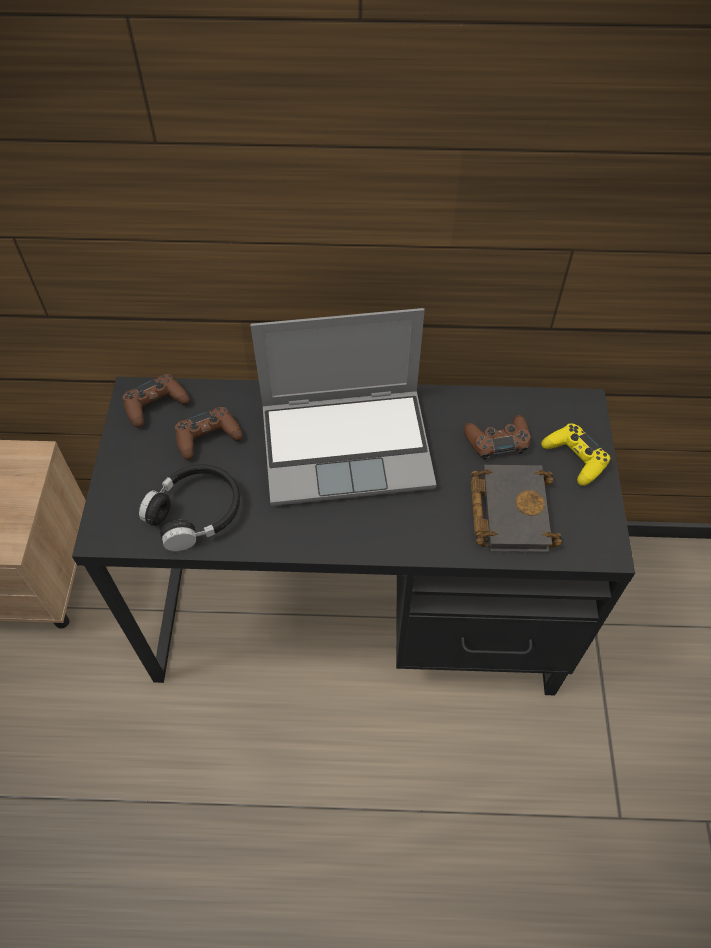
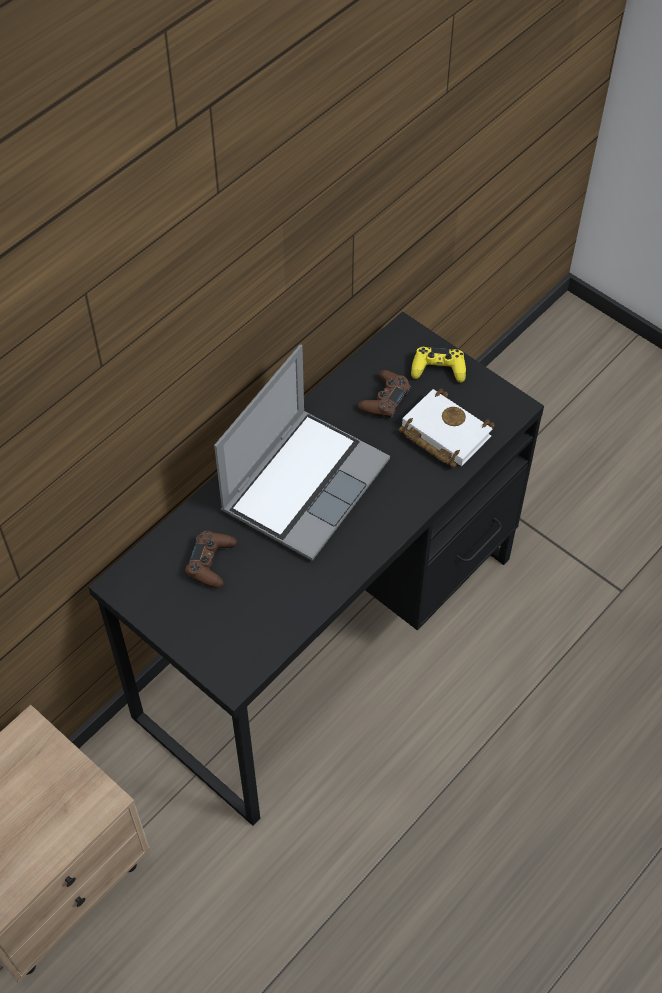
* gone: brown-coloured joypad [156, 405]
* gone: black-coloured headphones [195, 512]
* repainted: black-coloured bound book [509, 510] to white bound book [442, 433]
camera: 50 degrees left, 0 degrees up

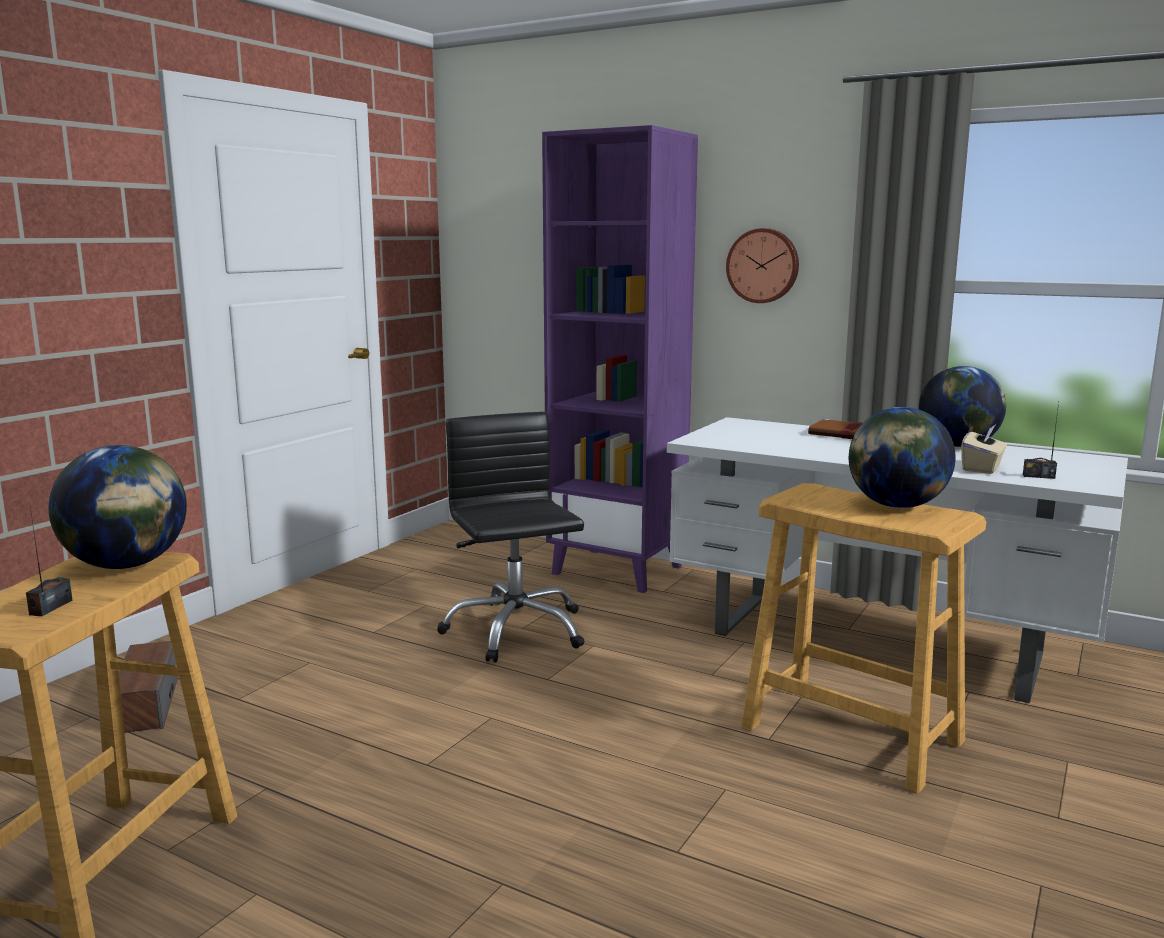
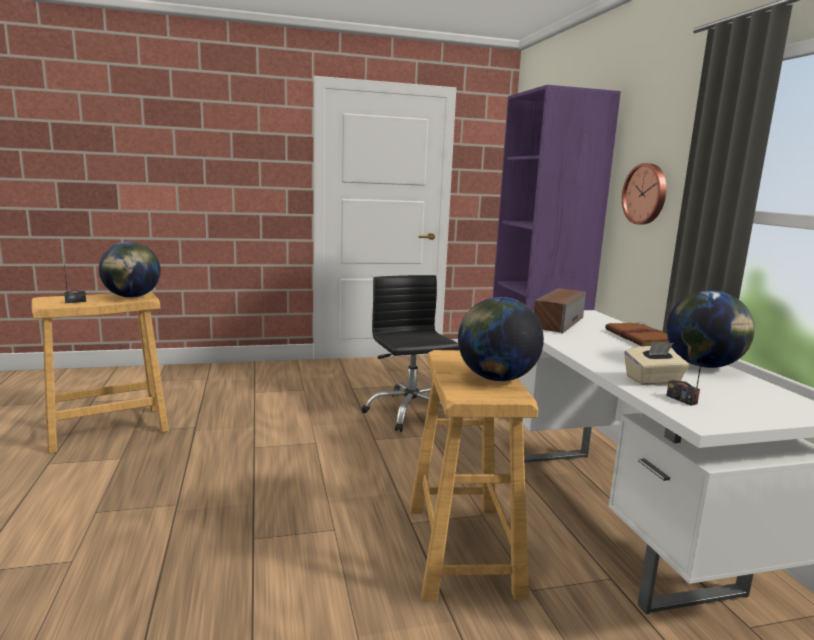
* rotated: black-coloured office chair [515, 630] = [410, 412] 45 degrees counterclockwise
* shifted: audio speaker [147, 703] to [558, 322]
camera: 45 degrees right, 0 degrees up

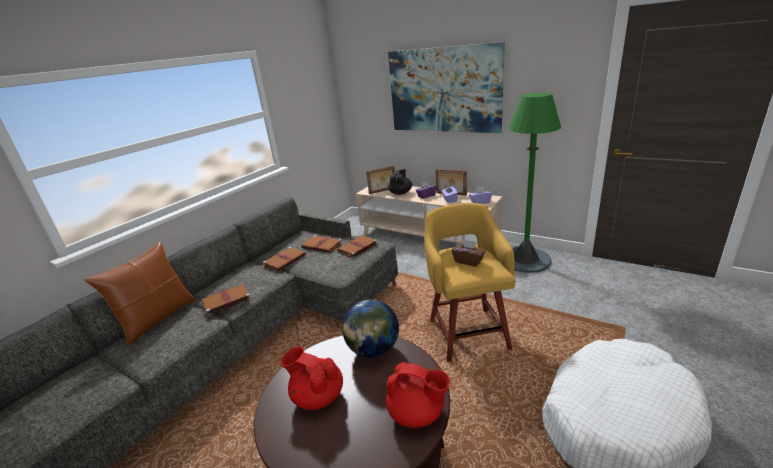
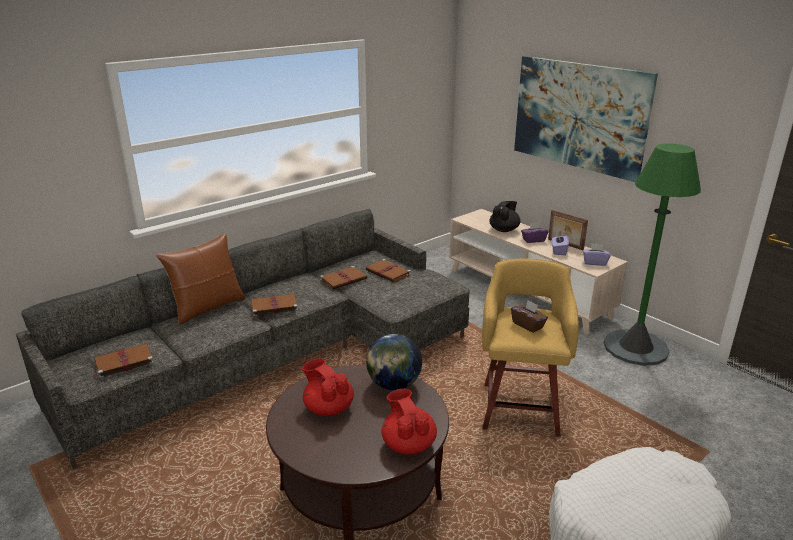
* gone: standing frame [382, 191]
* shifted: brown-coloured bound book [357, 248] to [123, 362]
* rotated: reddish pot for tea [417, 413] = [408, 444] 150 degrees counterclockwise
camera: 15 degrees right, 0 degrees up

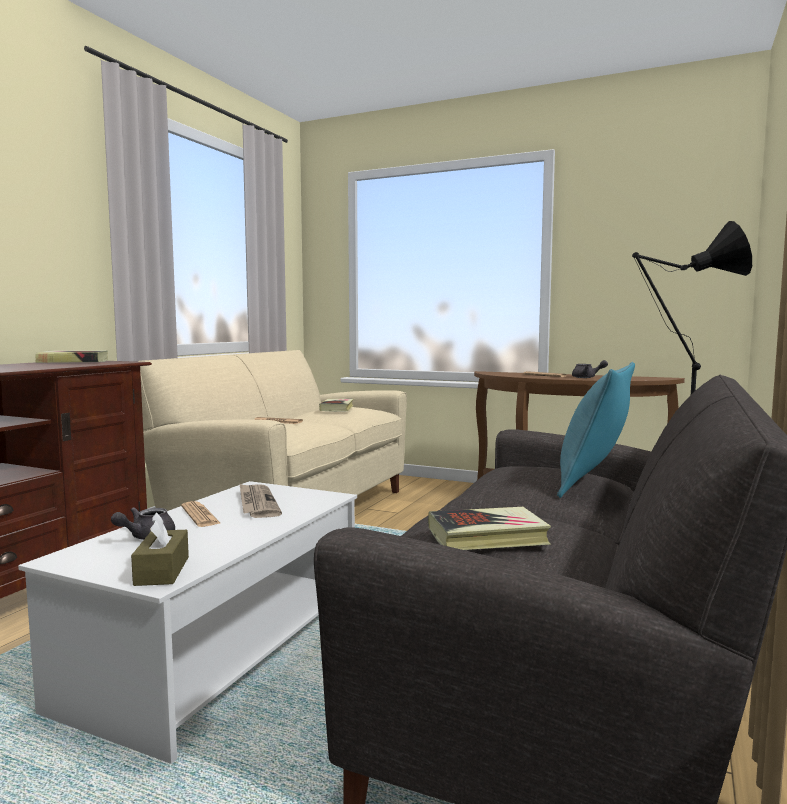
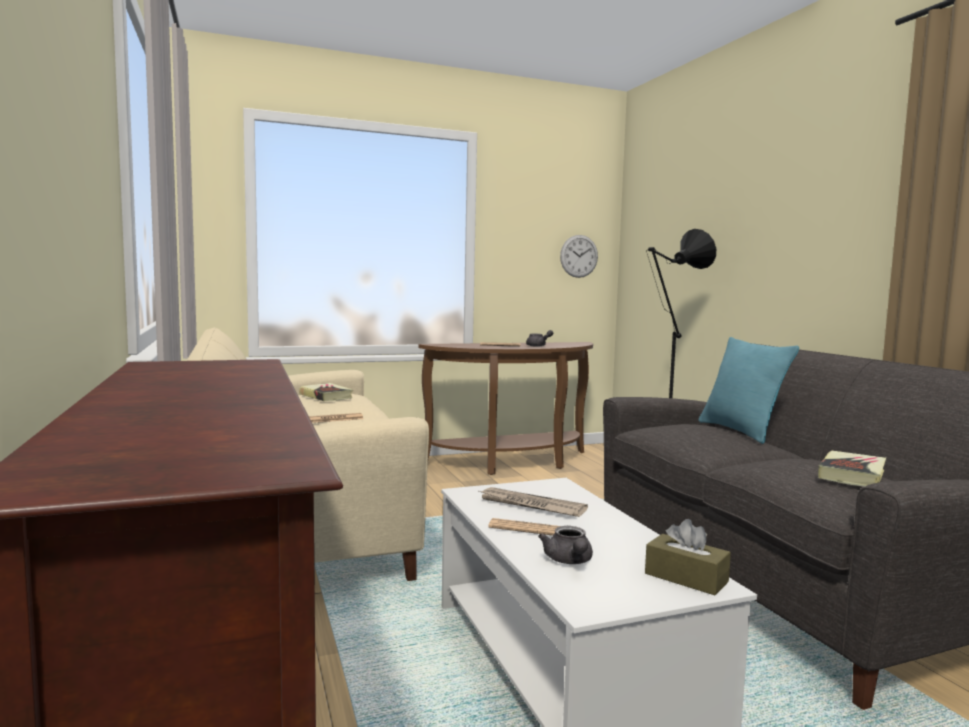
* gone: bound book [73, 362]
* new: wall clock [579, 256]
camera: 45 degrees left, 0 degrees up

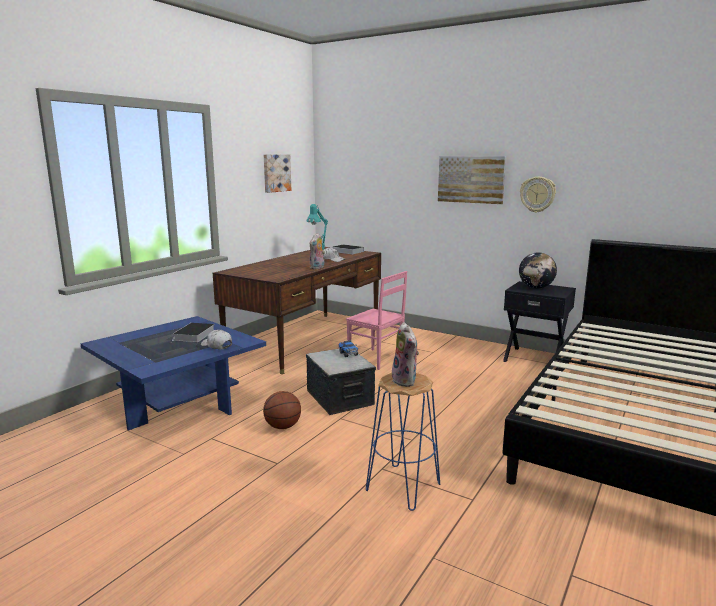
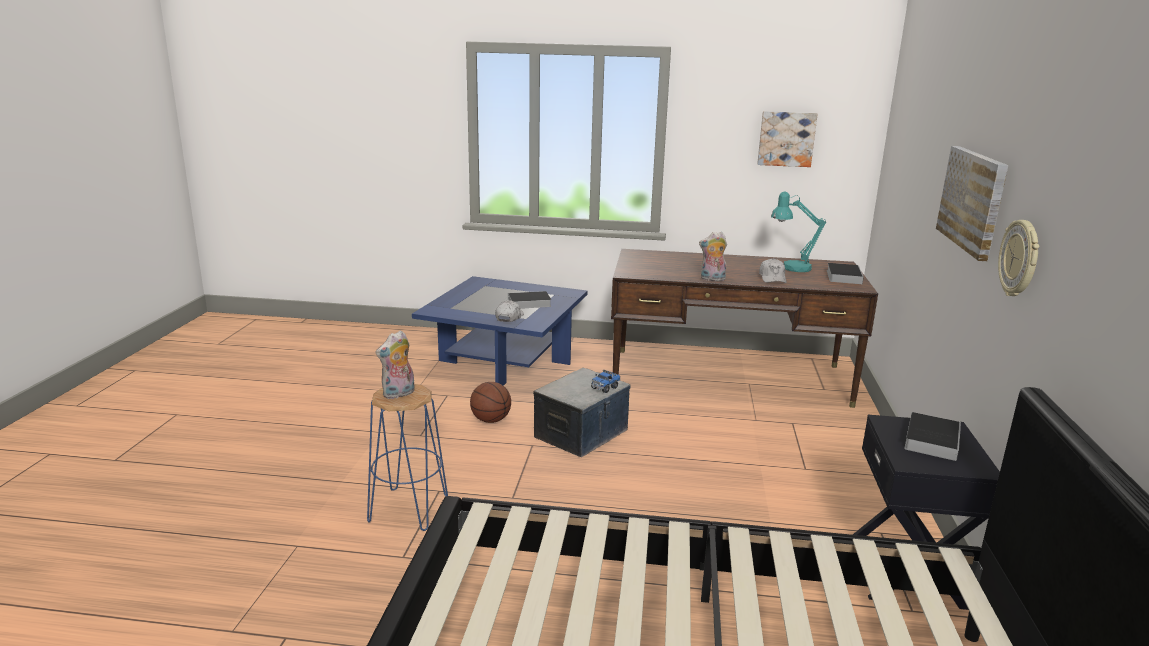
* swapped: globe [536, 288] to bound book [931, 439]
* gone: pink upright chair [376, 359]
camera: 65 degrees right, 5 degrees up

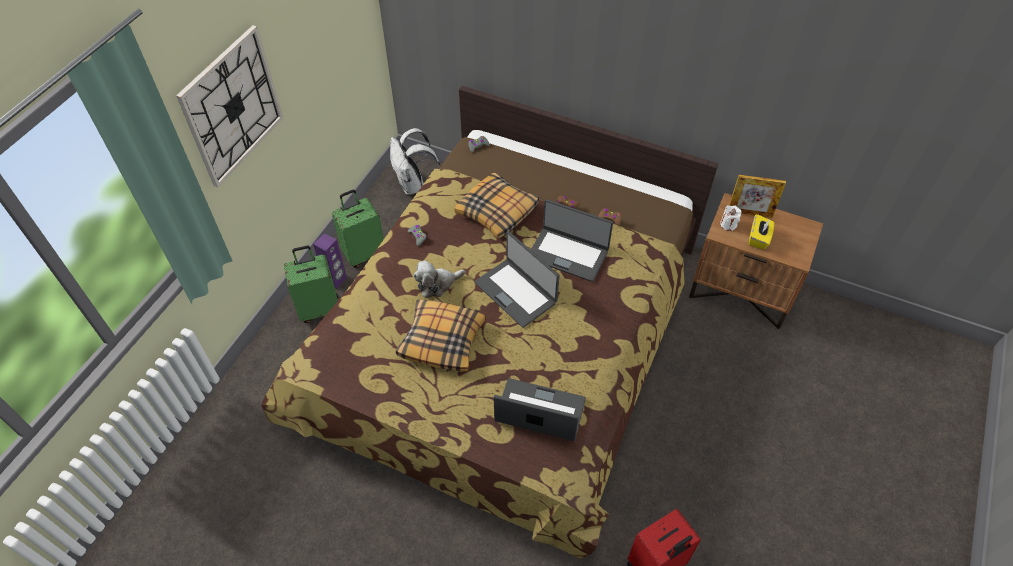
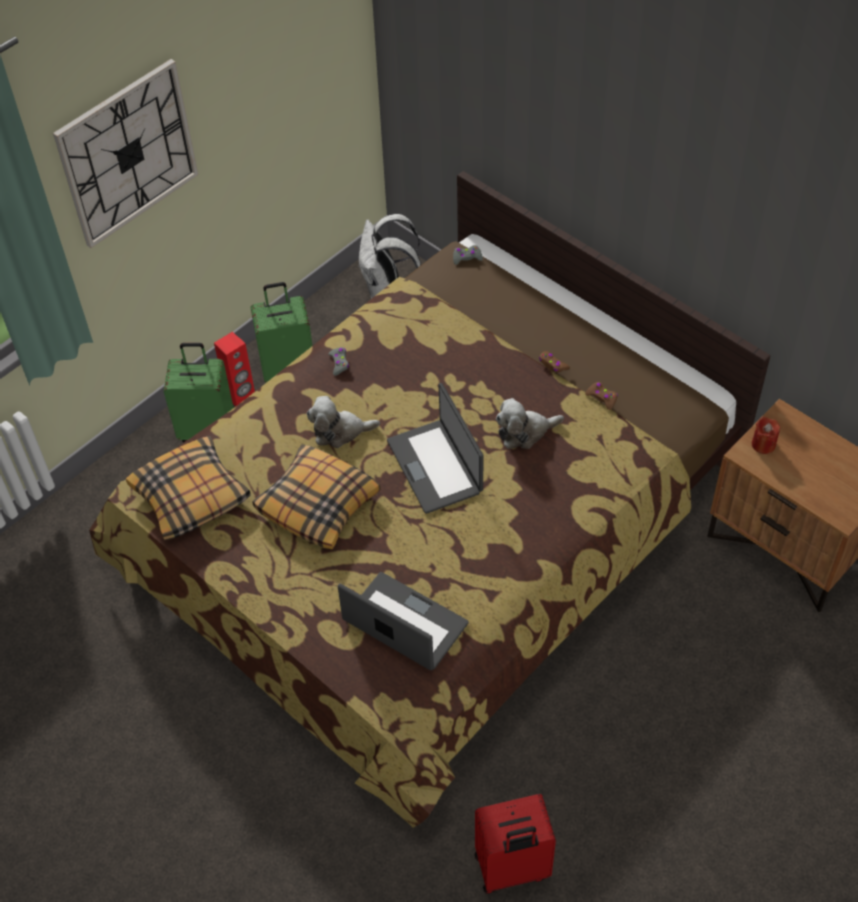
* shifted: throw pillow [497, 212] to [190, 496]
* gone: standing frame [749, 213]
* swapped: laptop [568, 254] to plush toy [525, 432]
* repainted: white candle [728, 224] to reddish candle [763, 444]
* gone: yellow-coloured tissue holder [758, 238]
* repainted: purple-coloured audio speaker [336, 280] to reddish audio speaker [241, 397]
camera: 20 degrees right, 0 degrees up

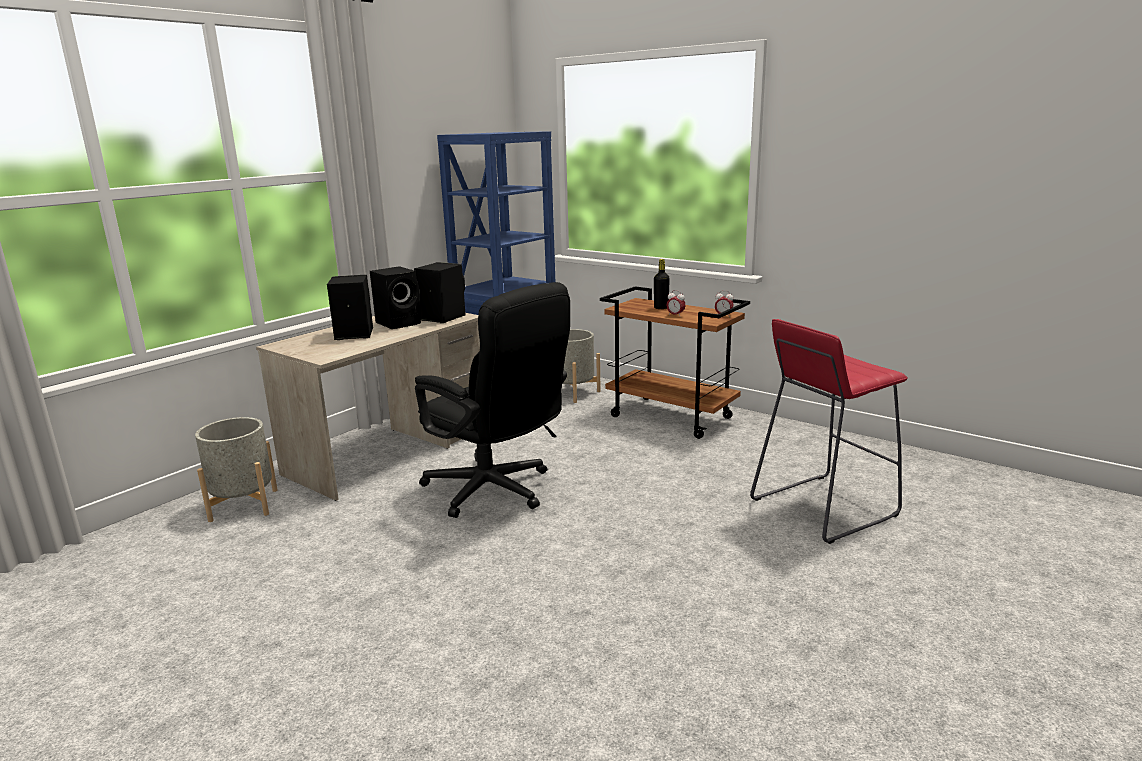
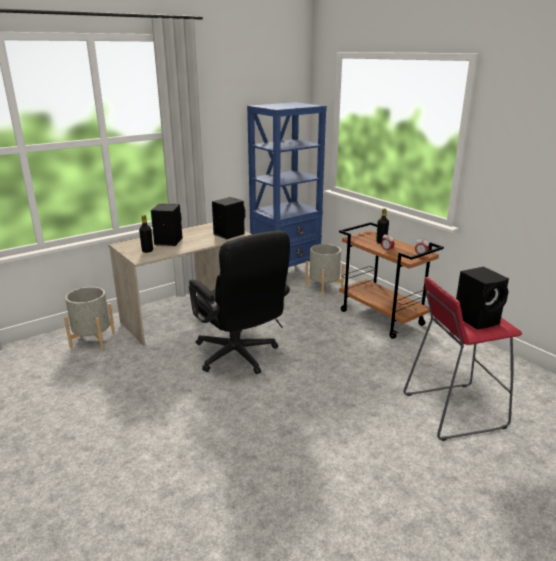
* shifted: black-coloured audio speaker [400, 323] to [477, 319]
* new: black-coloured bottle [147, 251]
camera: 15 degrees right, 5 degrees up

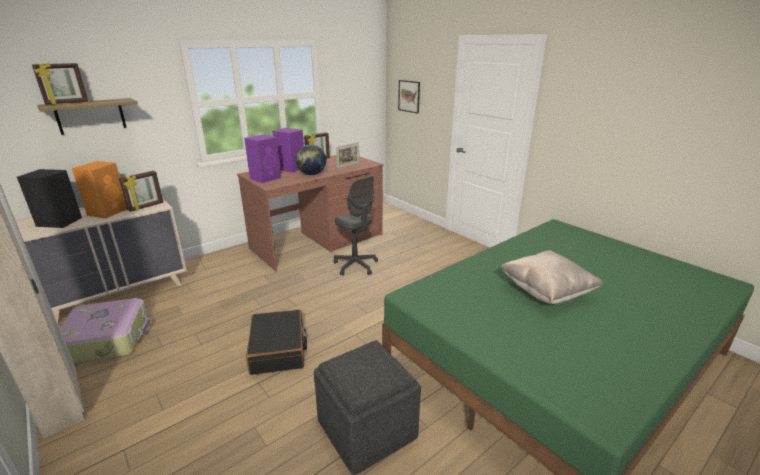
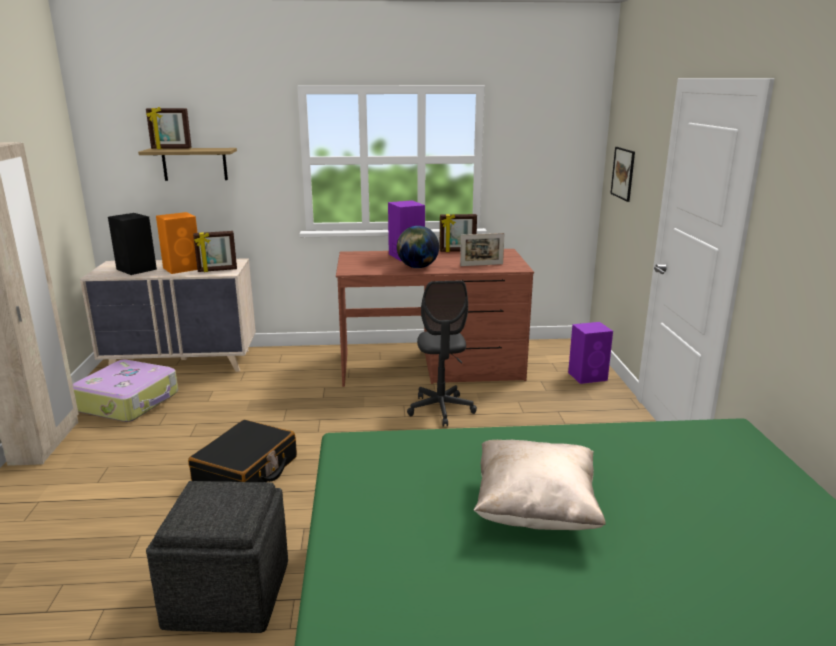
* shifted: purple-coloured audio speaker [266, 178] to [588, 376]
camera: 35 degrees right, 5 degrees down

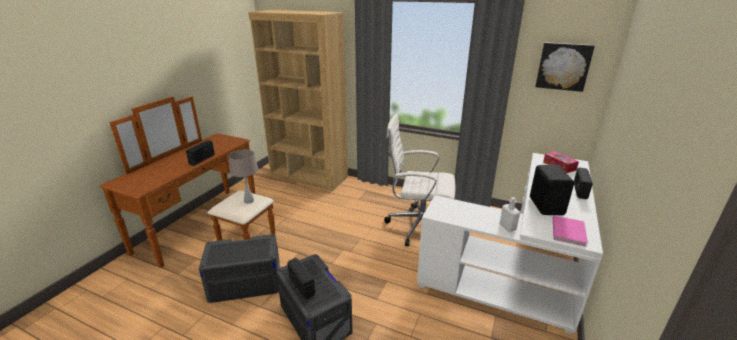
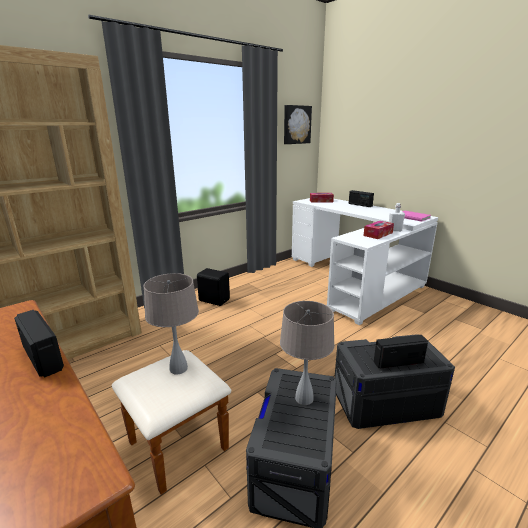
* gone: white office chair [418, 226]
* shifted: black-coloured audio speaker [547, 206] to [214, 300]
* new: tissue holder [378, 234]
* new: sand-coloured table lamp [304, 398]
camera: 65 degrees left, 5 degrees down

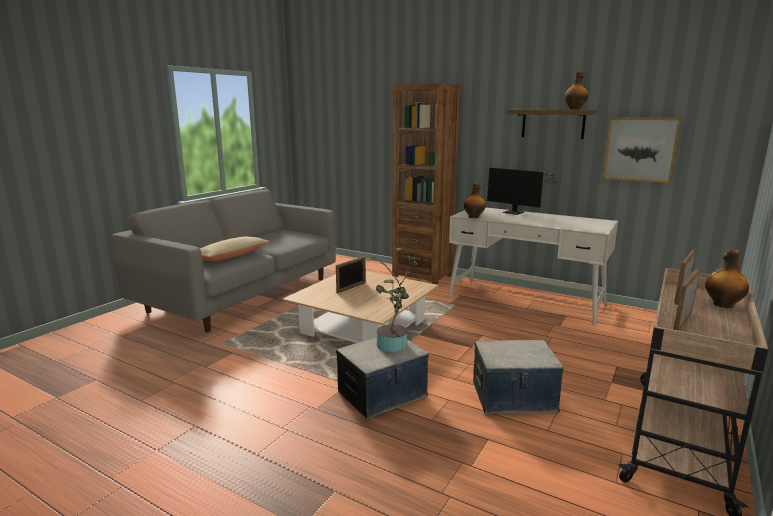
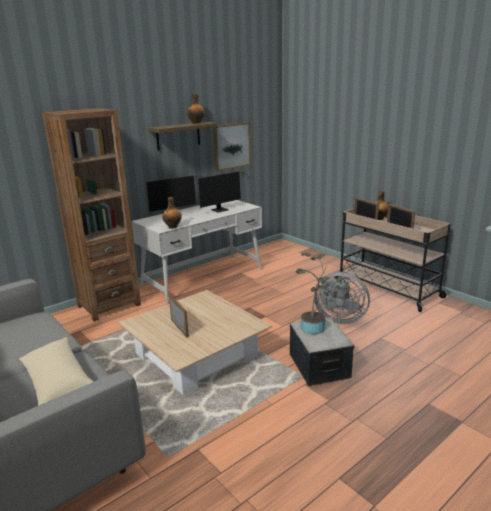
* swapped: storage bin [513, 397] to grey electric fan [339, 318]
* new: monitor [222, 209]
camera: 70 degrees left, 5 degrees up

